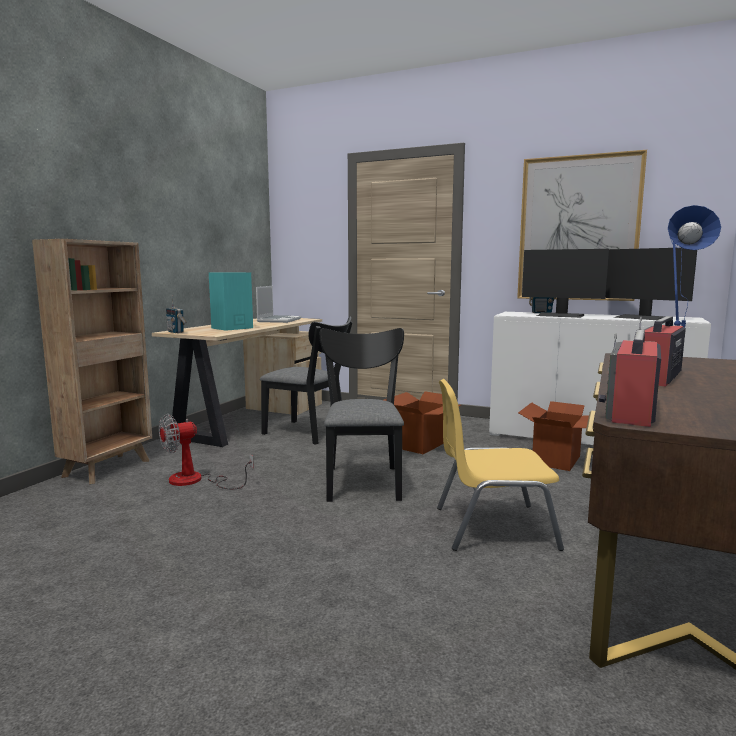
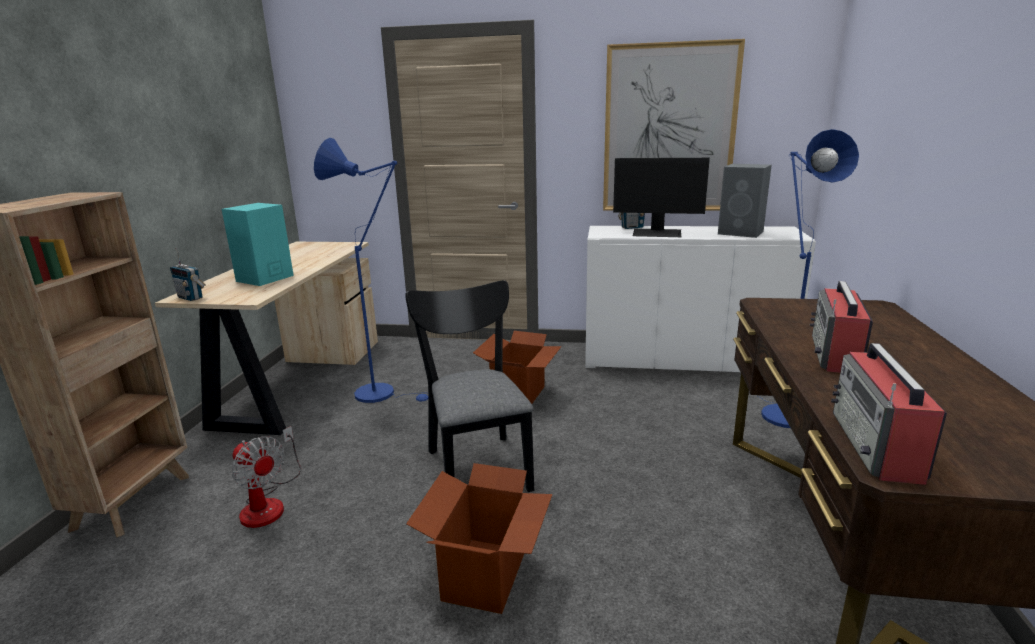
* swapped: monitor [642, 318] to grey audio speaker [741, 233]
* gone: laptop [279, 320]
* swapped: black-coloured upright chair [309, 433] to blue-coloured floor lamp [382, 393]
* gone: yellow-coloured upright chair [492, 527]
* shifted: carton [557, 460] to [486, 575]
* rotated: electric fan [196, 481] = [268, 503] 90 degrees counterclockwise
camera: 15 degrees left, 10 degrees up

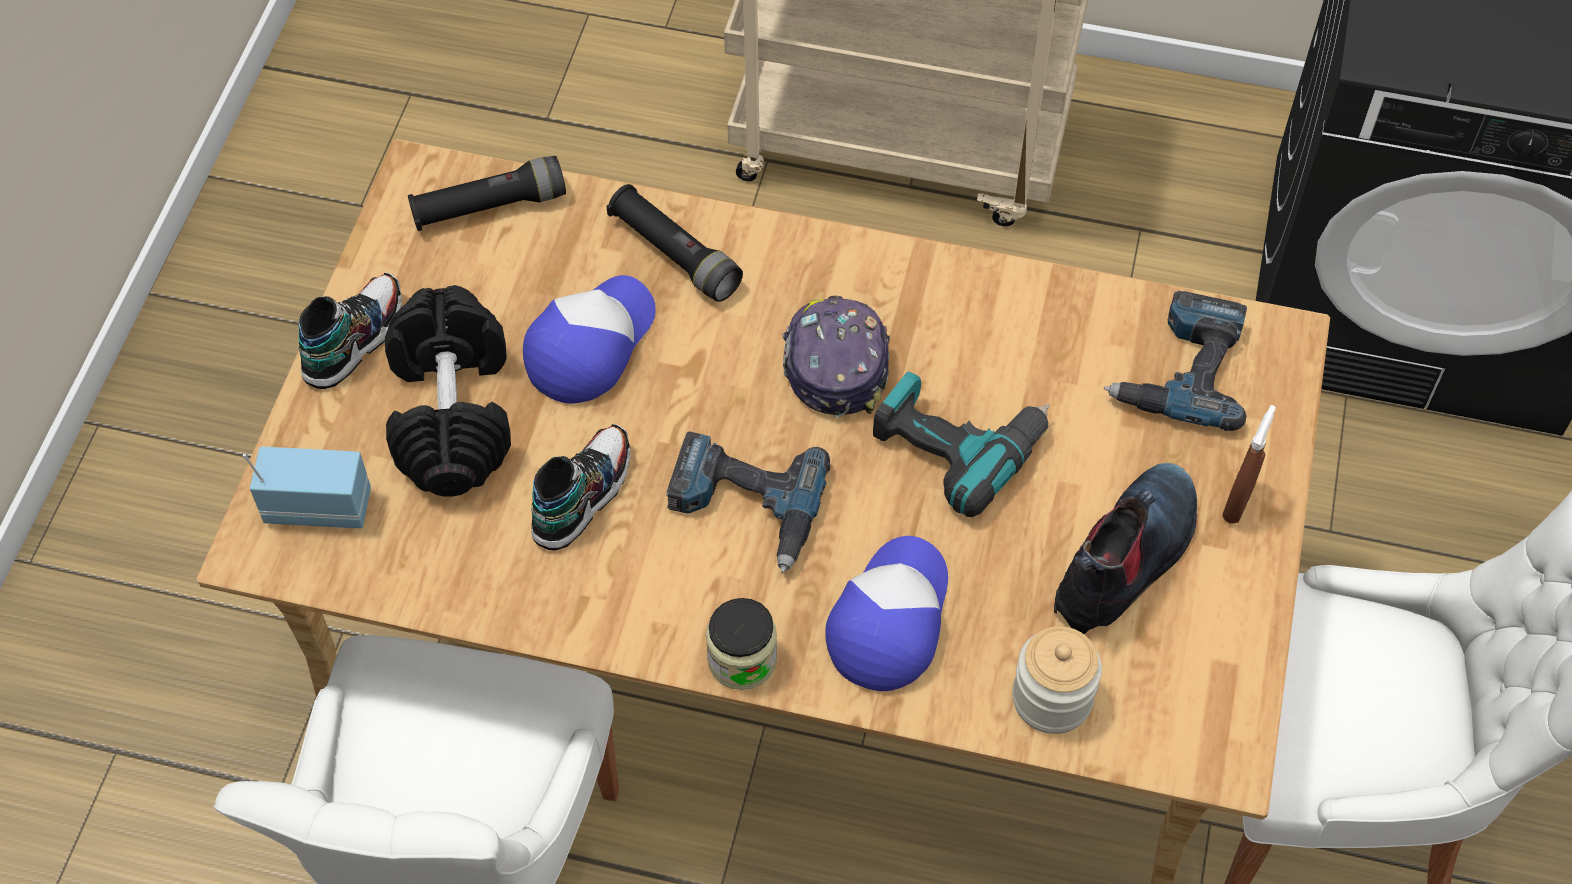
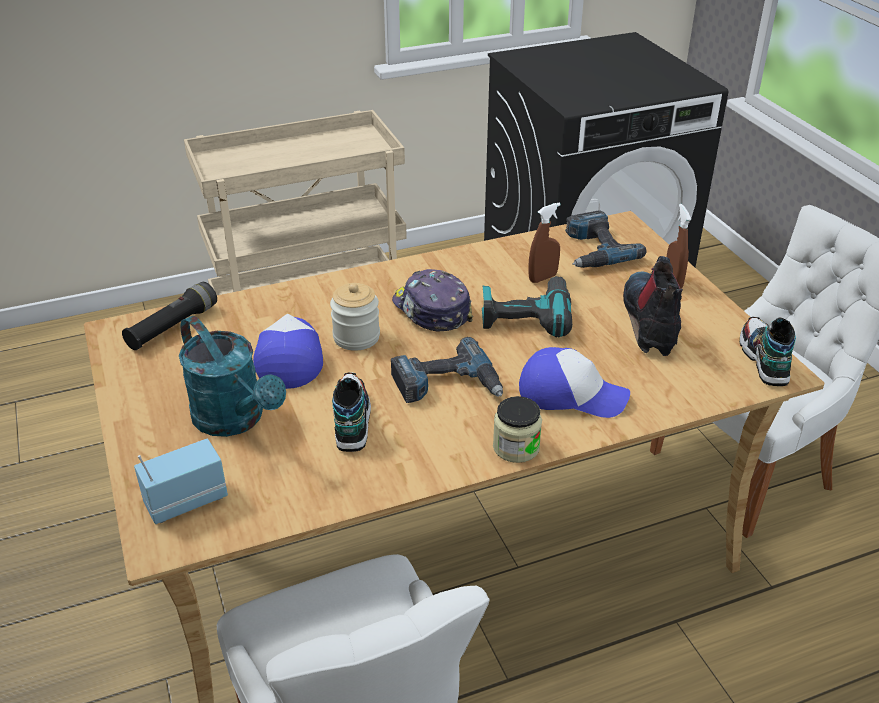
* gone: black-coloured flashlight [675, 255]
* shifted: low shoe [354, 339] to [763, 360]
* swapped: black-coloured dumbbell [453, 414] to turquoise-coloured watering can [236, 420]
* rotated: peaked cap [889, 619] = [571, 394] 120 degrees clockwise
* shifted: preserve jar [1052, 698] to [356, 337]
* new: brown-coloured sprayer [542, 278]
camera: 35 degrees left, 20 degrees down

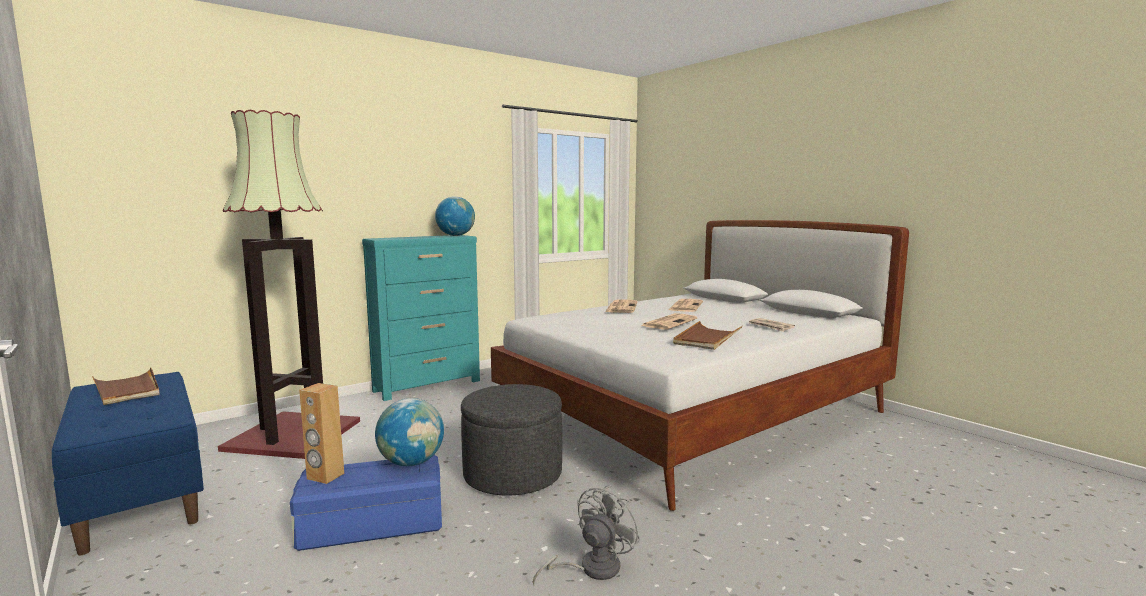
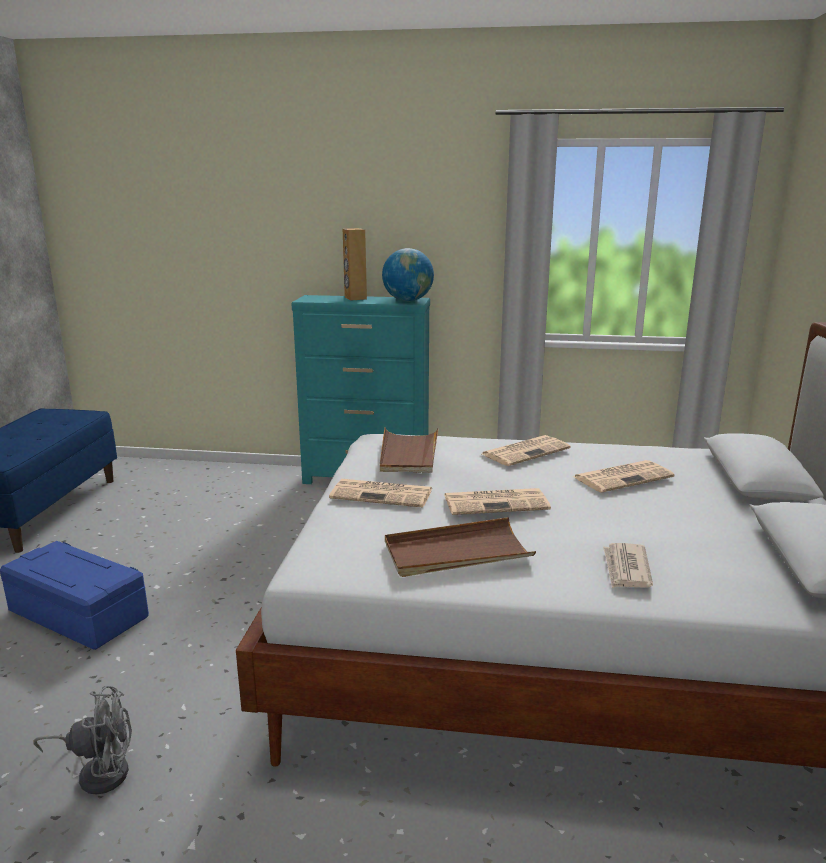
* gone: floor lamp [291, 436]
* shifted: brown-coloured serving tray [127, 389] to [408, 454]
* shifted: brown-coloured audio speaker [325, 476] to [355, 298]
* gone: grey ottoman [513, 474]
* gone: globe [411, 462]
* new: printed paper [383, 494]
camera: 45 degrees right, 10 degrees up

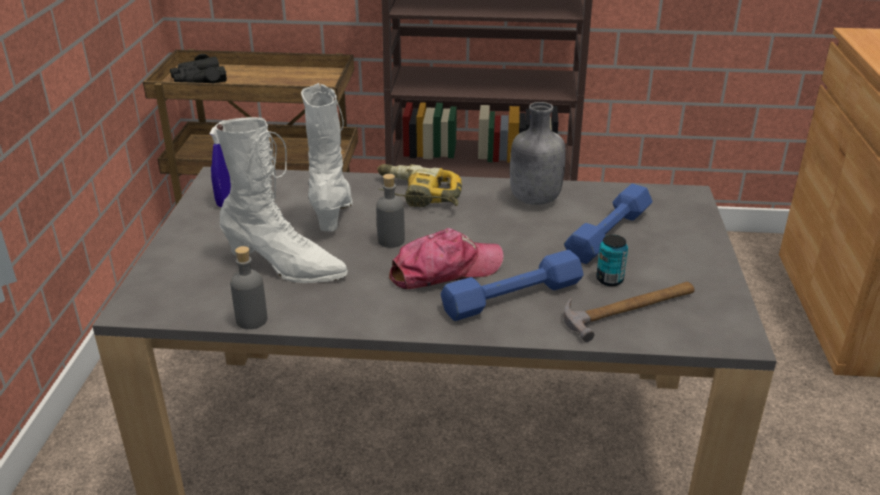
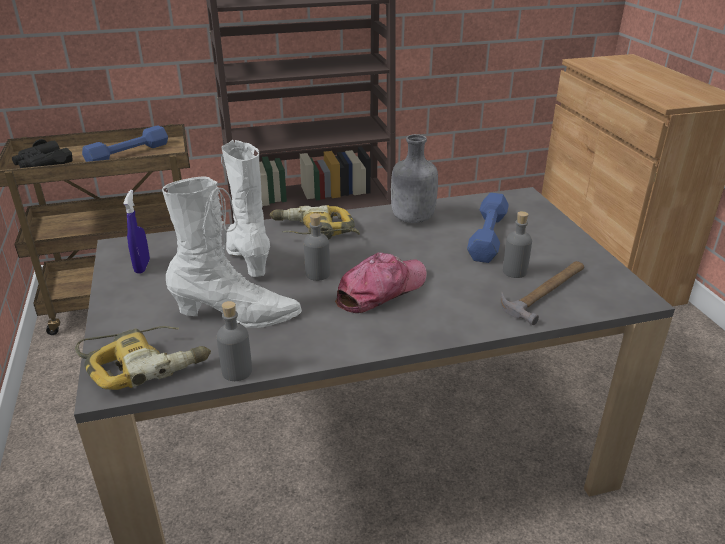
* swapped: metal can [609, 280] to grey bottle [514, 271]
* shifted: blue-coloured dumbbell [512, 297] to [128, 153]
* new: power drill [146, 363]
camera: 20 degrees left, 0 degrees up

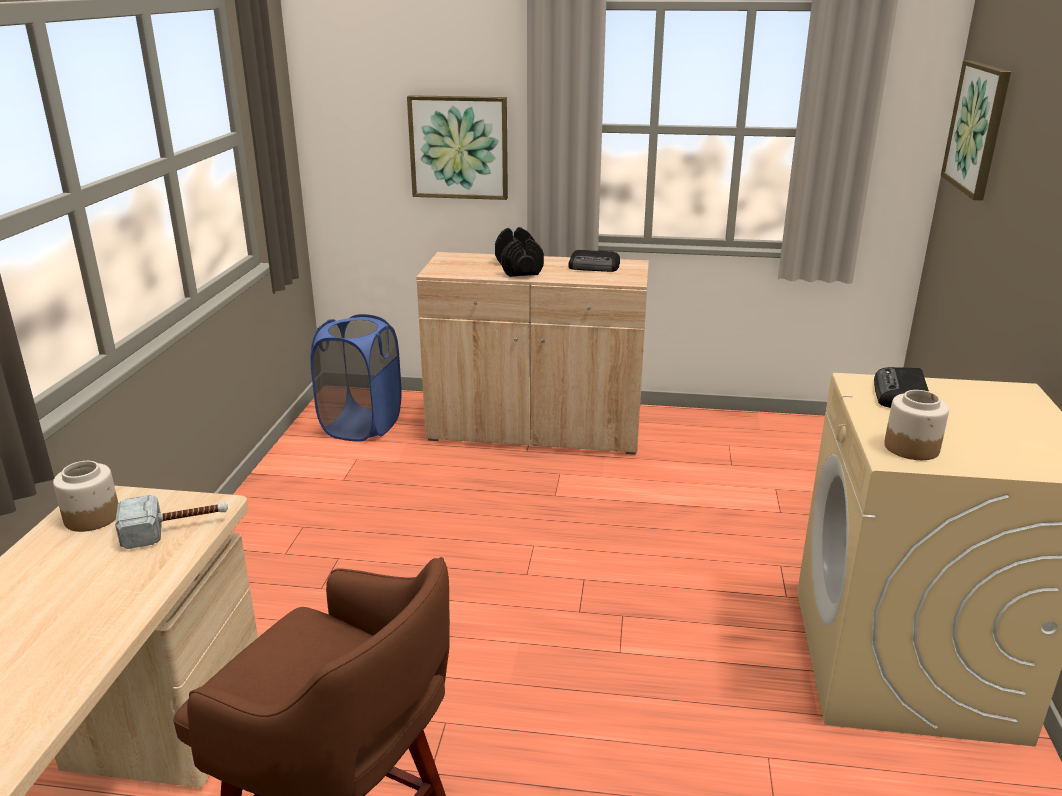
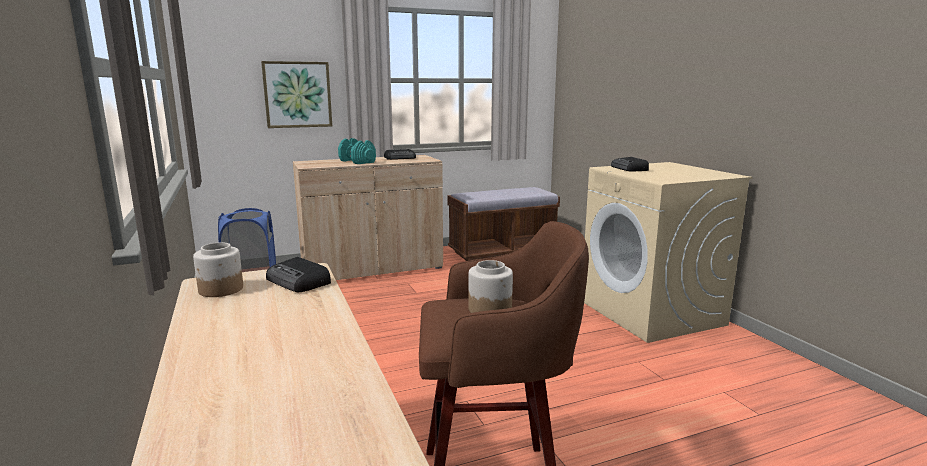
* gone: wall picture [977, 128]
* repainted: black-coloured dumbbell [519, 268] to turquoise-coloured dumbbell [357, 161]
* shifted: preserve jar [912, 448] to [490, 309]
* swapped: tool hammer [175, 529] to radio receiver [299, 281]
* new: brown-coloured bench [502, 253]
camera: 30 degrees left, 10 degrees down

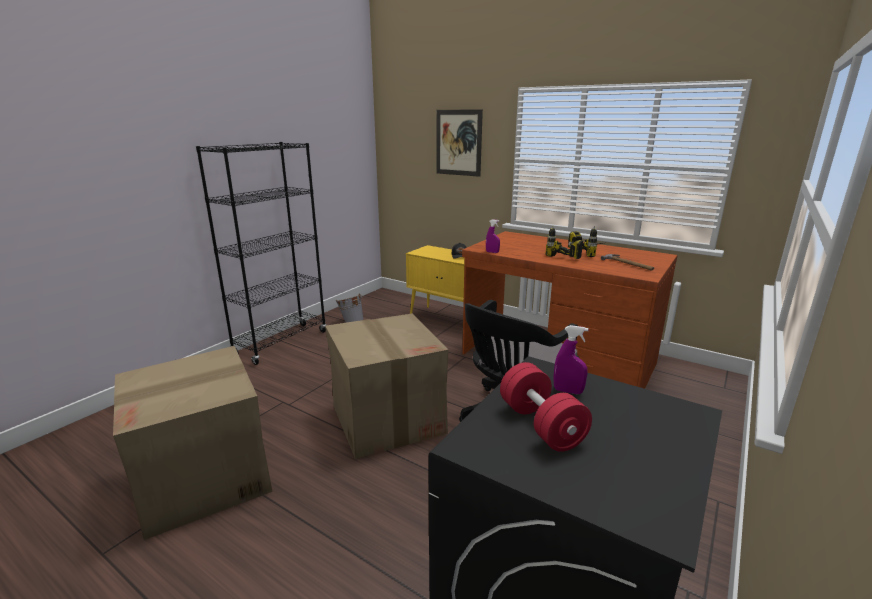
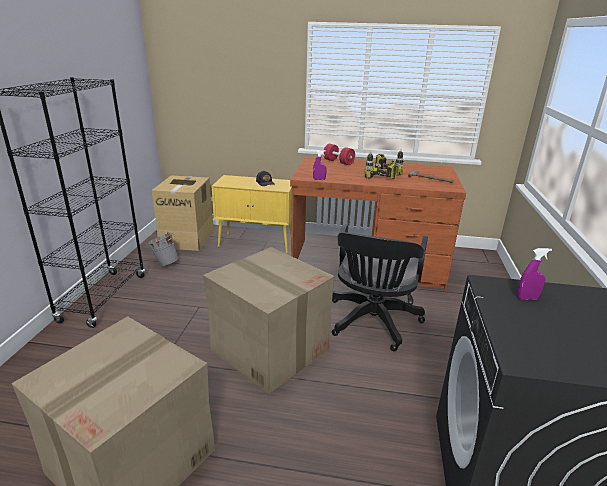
* gone: wall picture [458, 143]
* shifted: reddish dumbbell [541, 425] to [338, 162]
* new: carton [187, 238]
camera: 25 degrees left, 5 degrees up

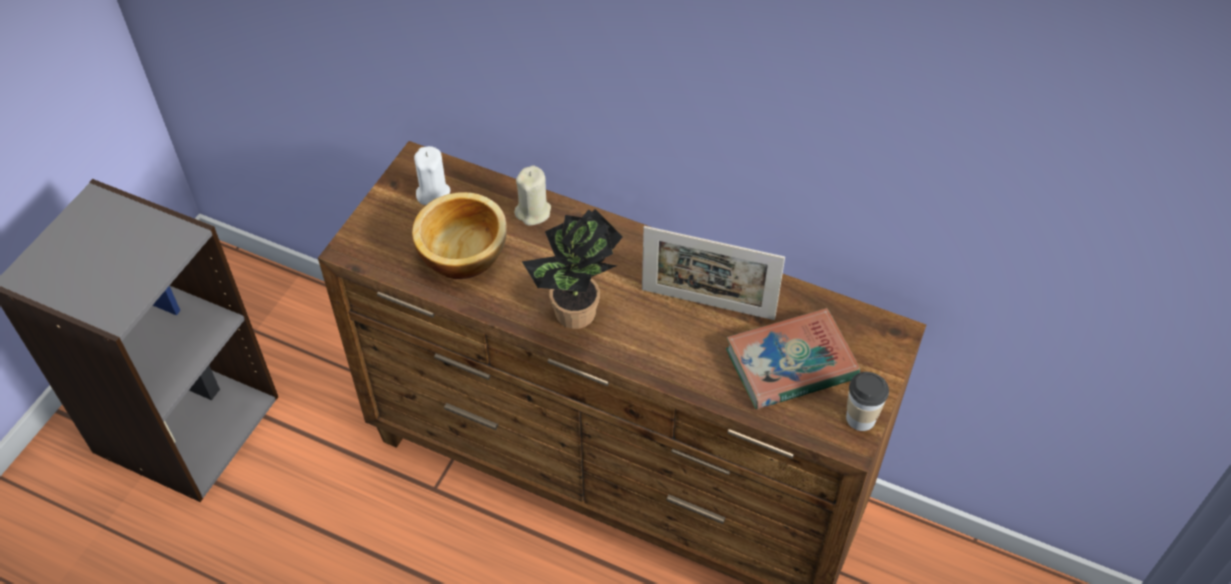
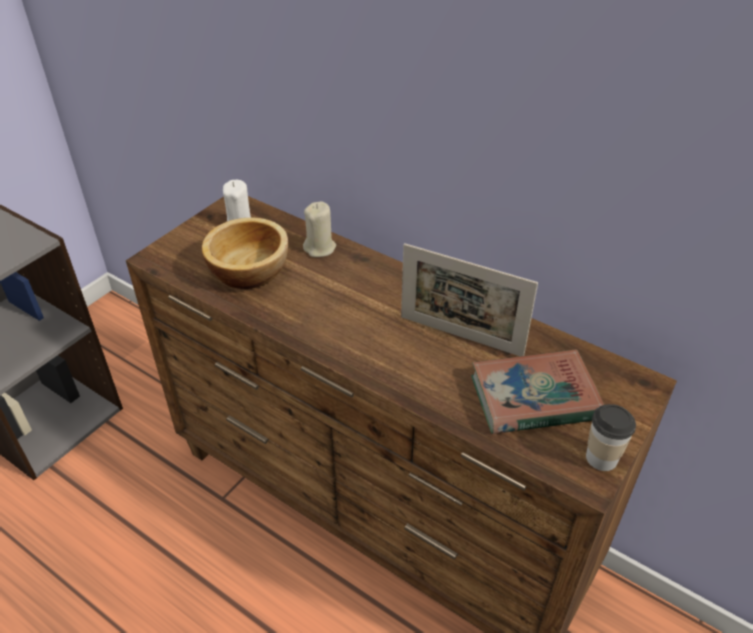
* gone: plant in a pot [576, 317]
camera: 10 degrees right, 10 degrees down

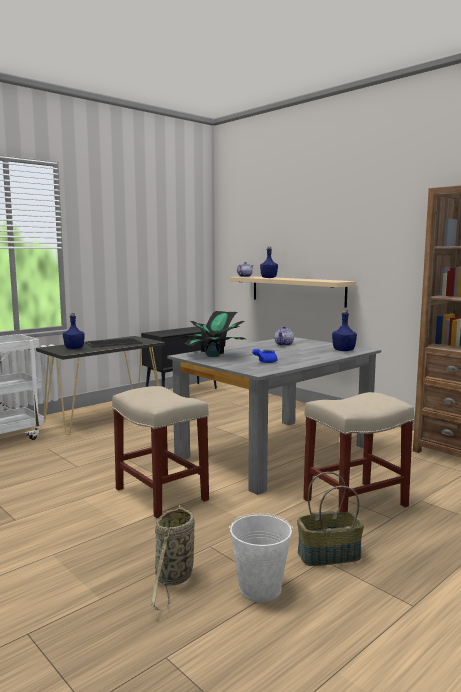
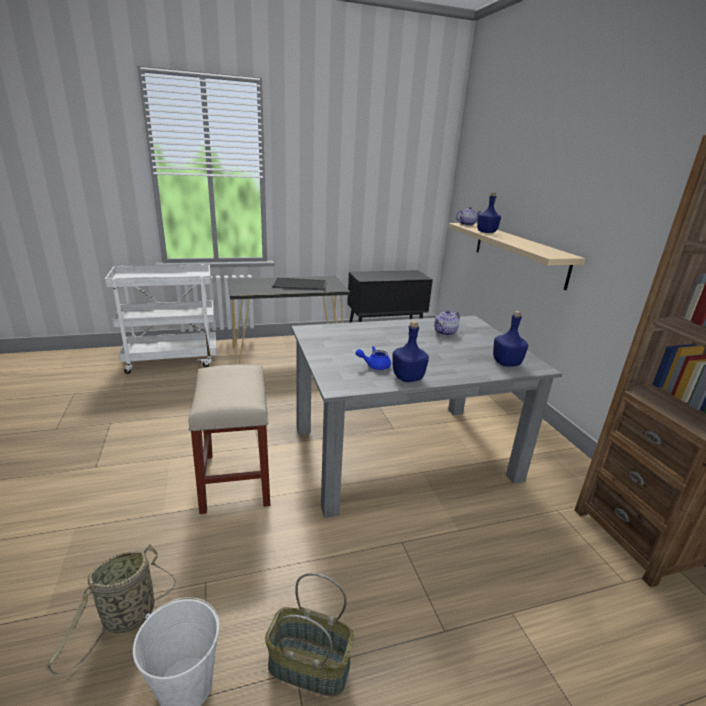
* gone: plant in a pot [213, 355]
* shifted: blue-coloured bottle [74, 348] to [407, 377]
* gone: sand-coloured sitting stool [354, 503]
camera: 25 degrees right, 15 degrees up

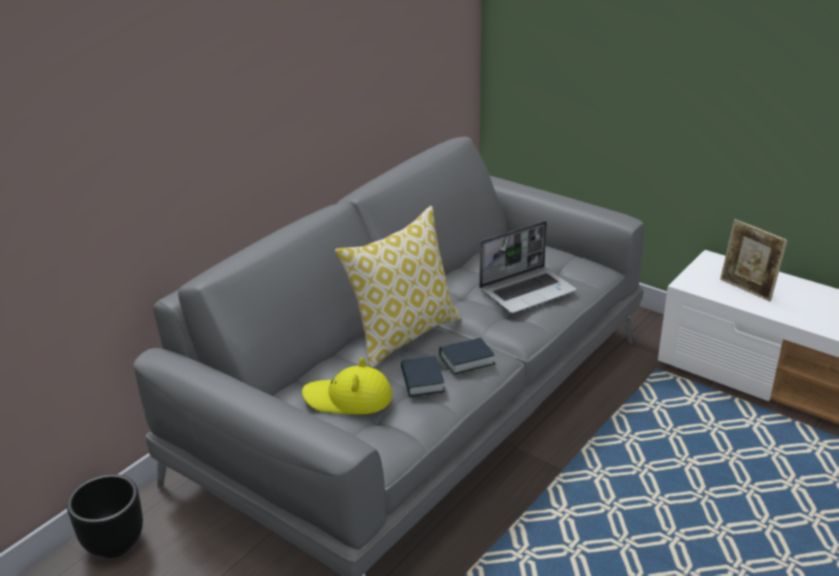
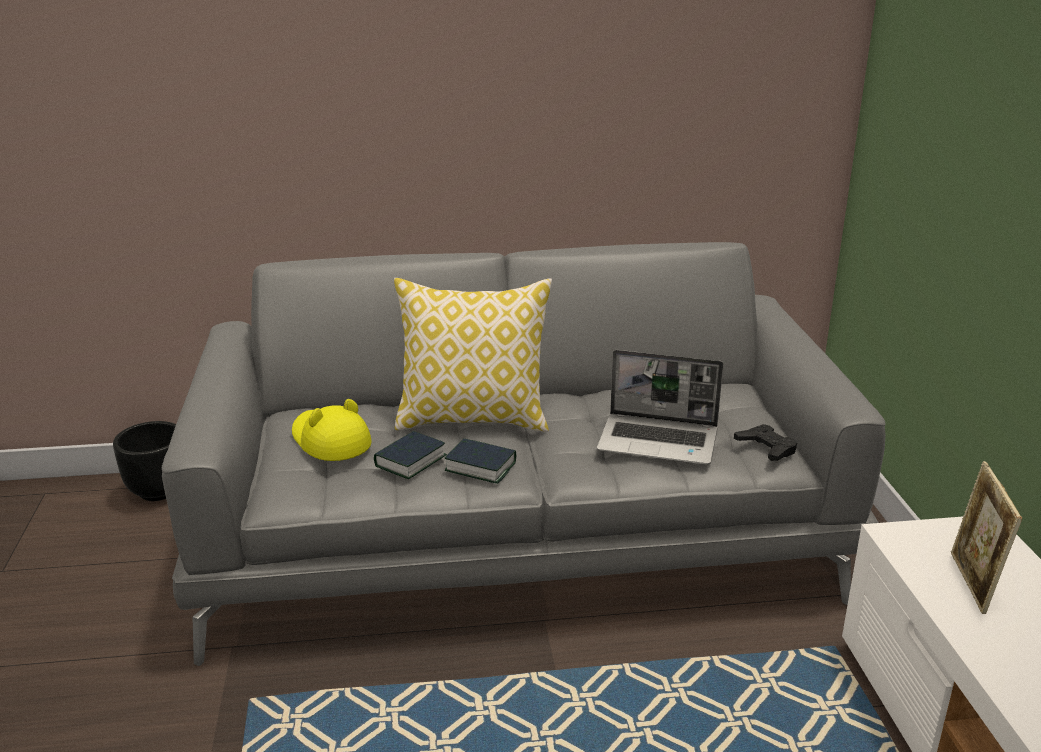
* new: black-coloured joypad [766, 448]
camera: 45 degrees right, 5 degrees down

